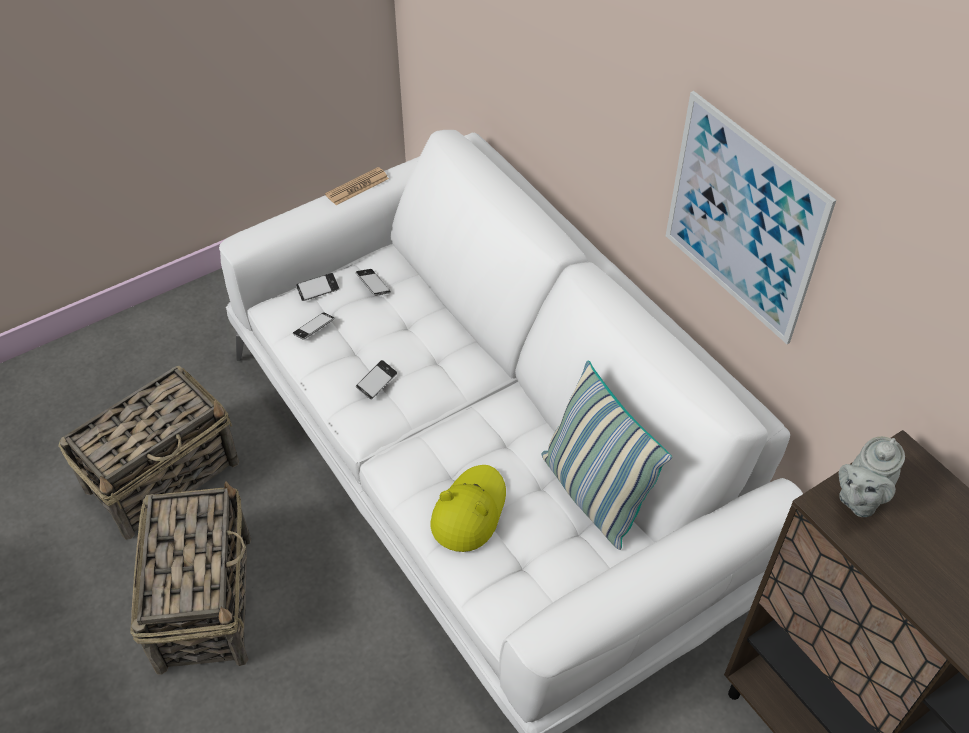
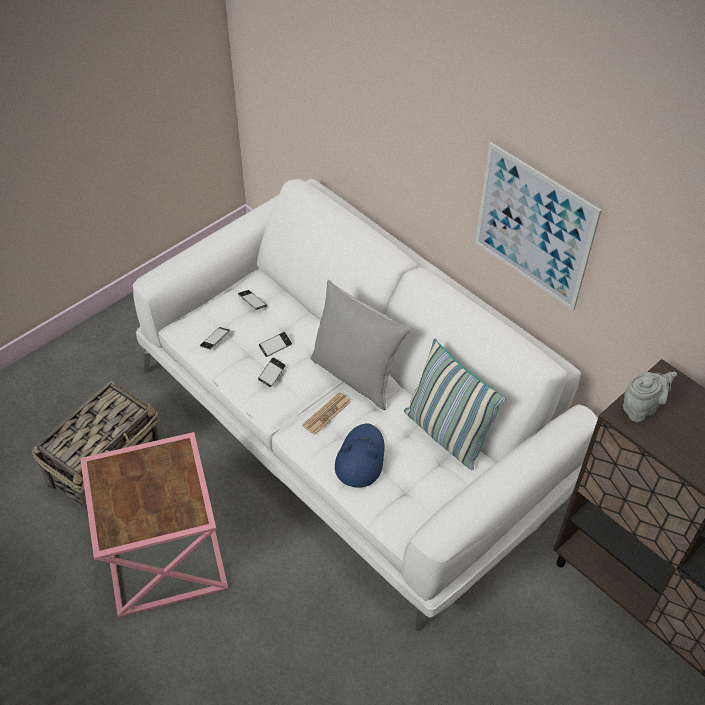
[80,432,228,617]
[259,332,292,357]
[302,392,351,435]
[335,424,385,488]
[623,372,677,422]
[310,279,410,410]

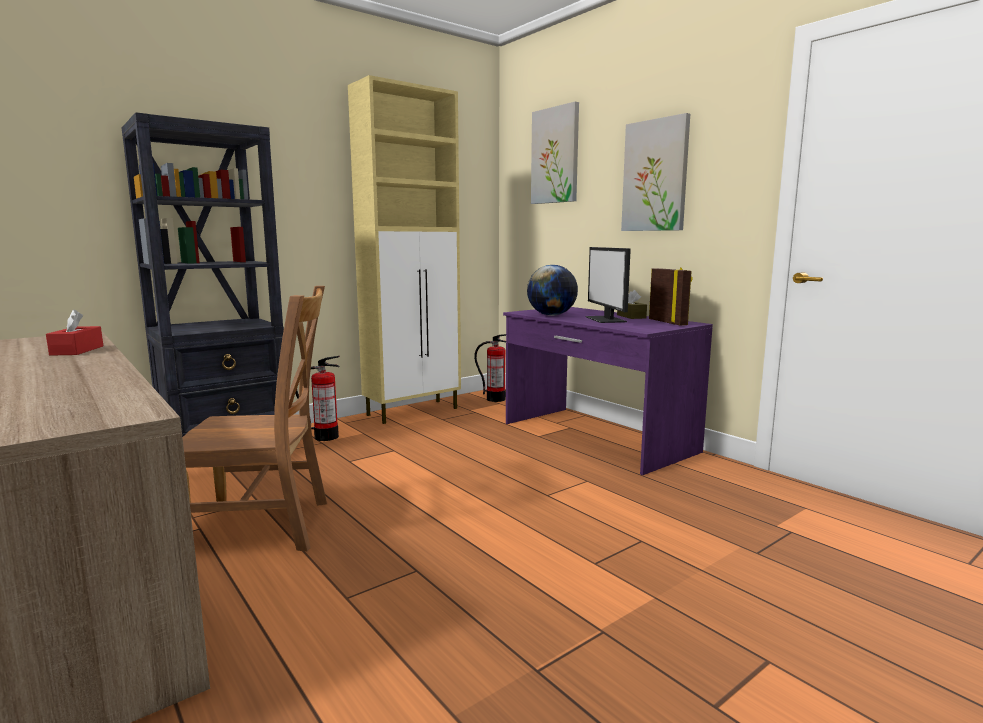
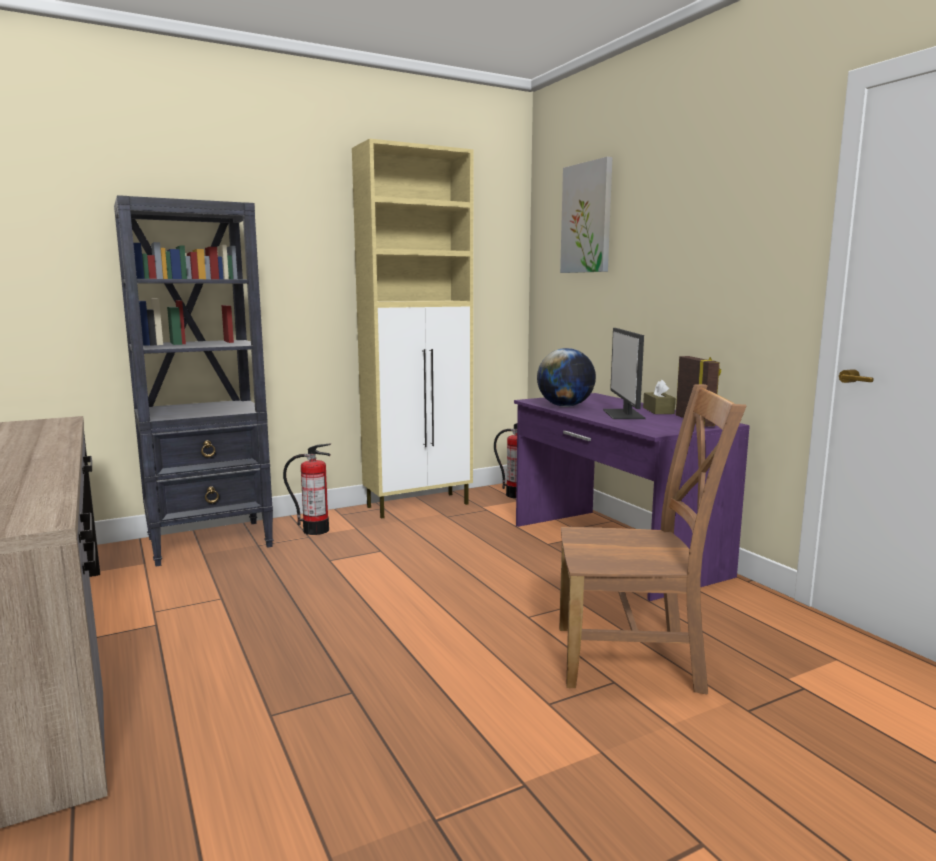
[46,309,103,356] (first image)
[559,384,746,695]
[621,113,690,231] (first image)

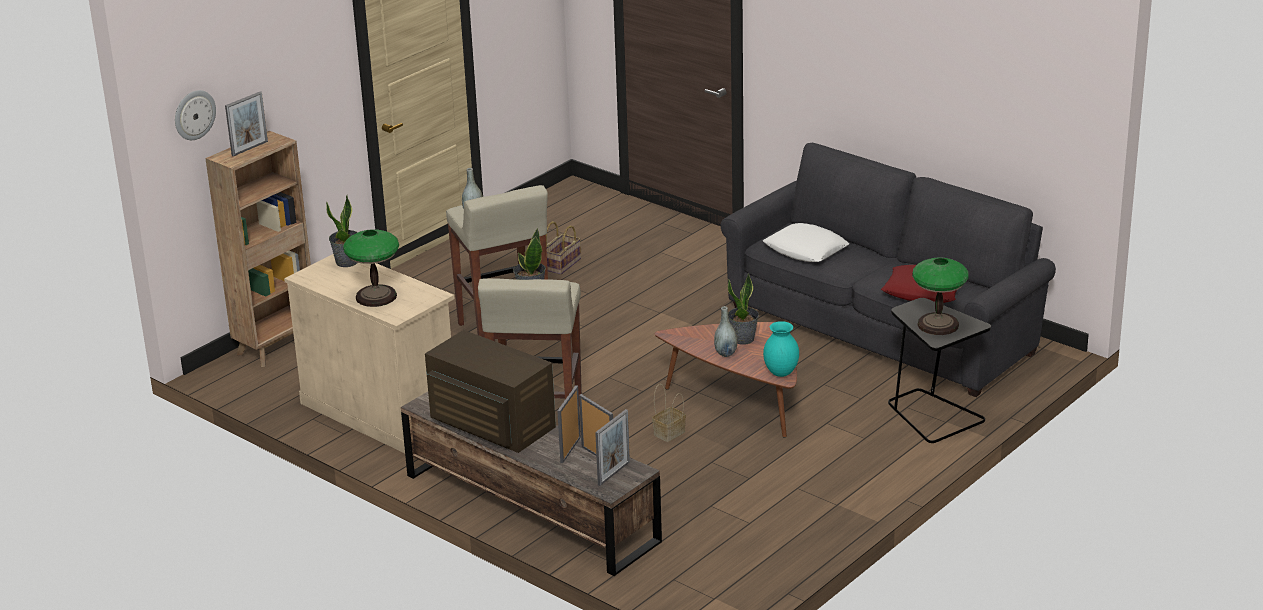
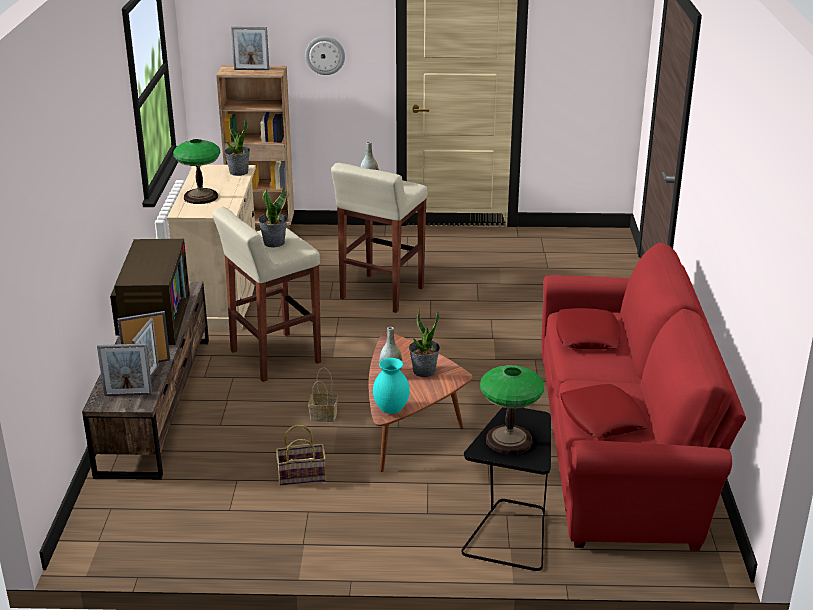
[305,36,345,75]
[276,425,326,485]
[541,243,746,551]
[556,308,621,349]

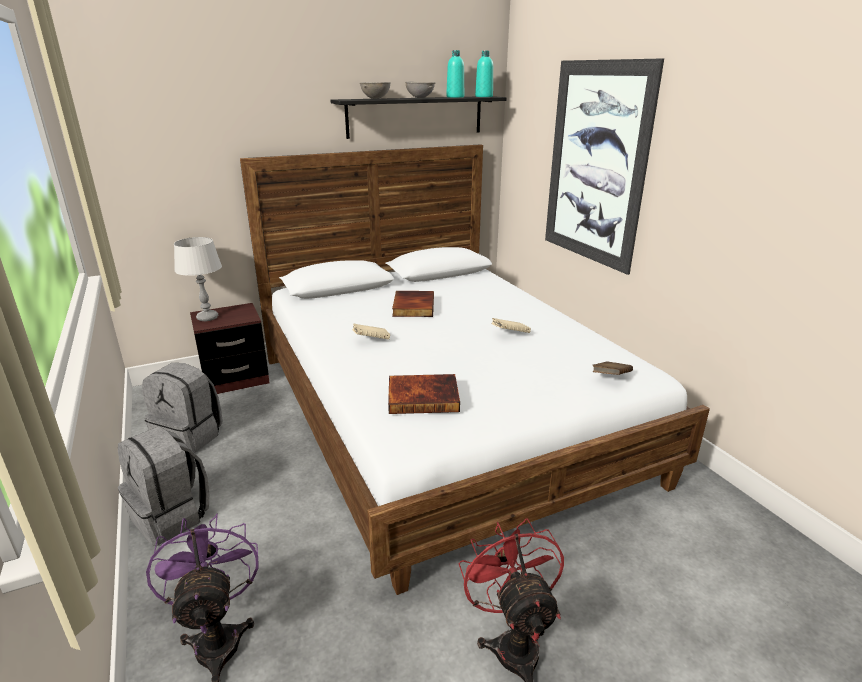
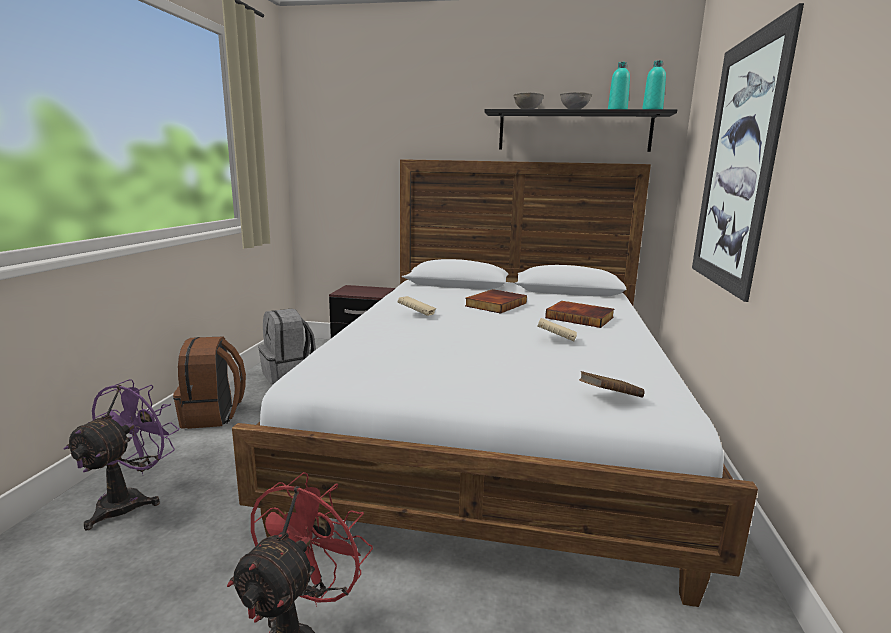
[173,336,246,429]
[174,237,222,321] (first image)
[545,301,614,328]

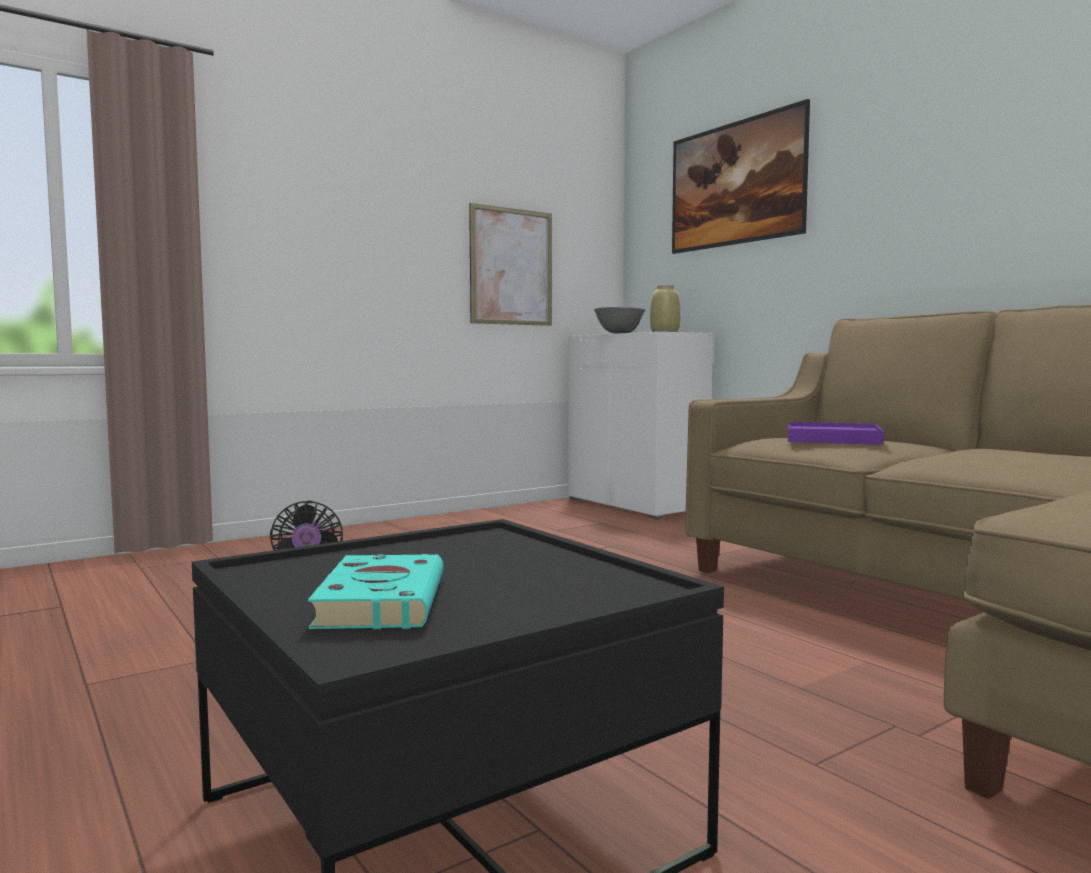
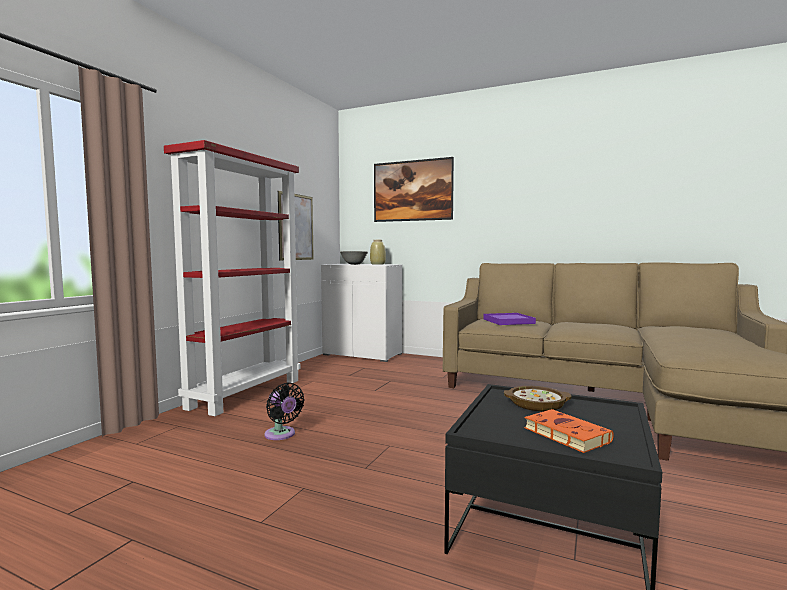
[524,409,614,453]
[164,140,301,416]
[504,386,572,411]

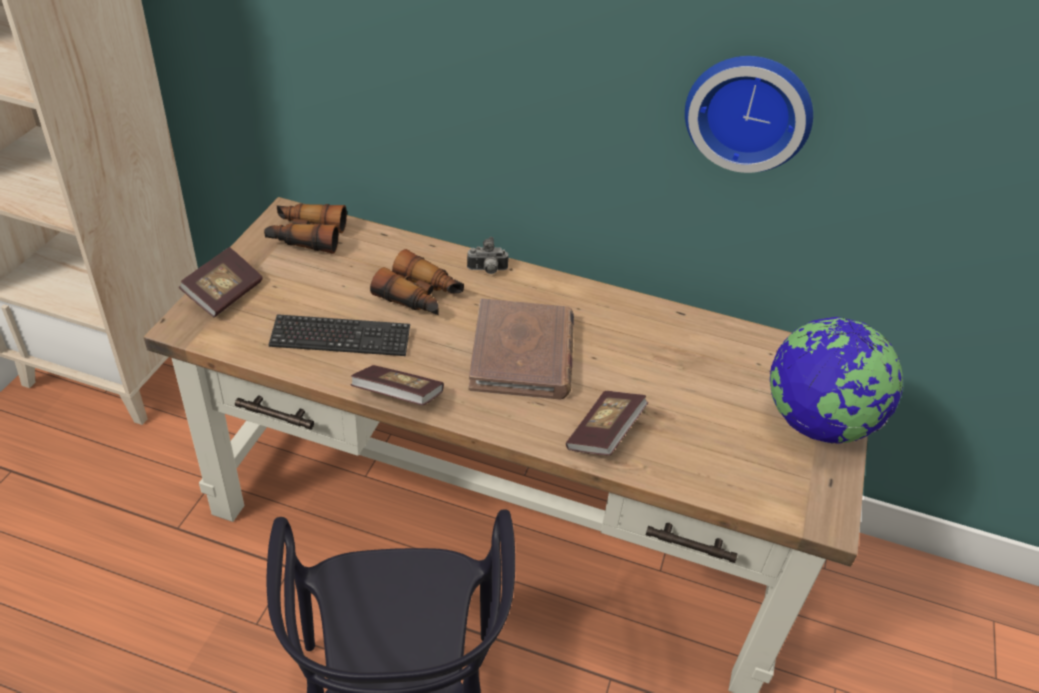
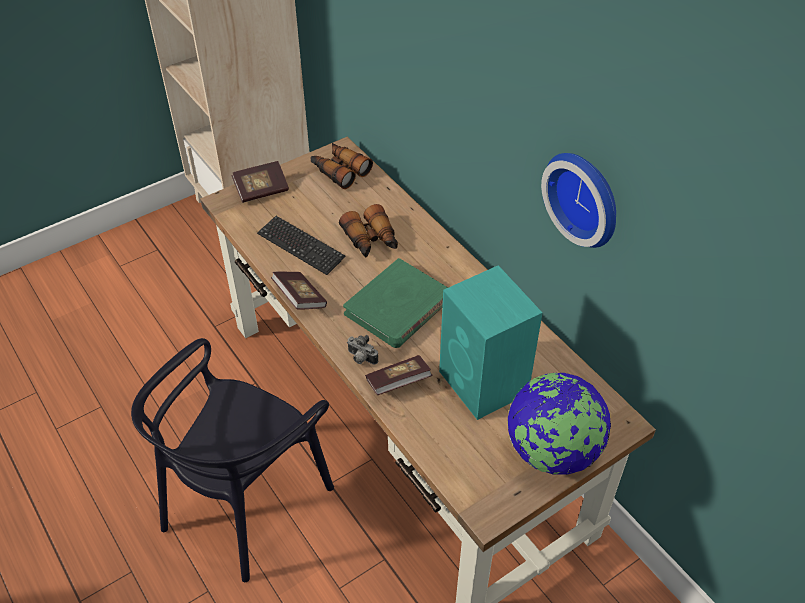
[347,335,378,365]
[343,258,448,348]
[439,265,542,420]

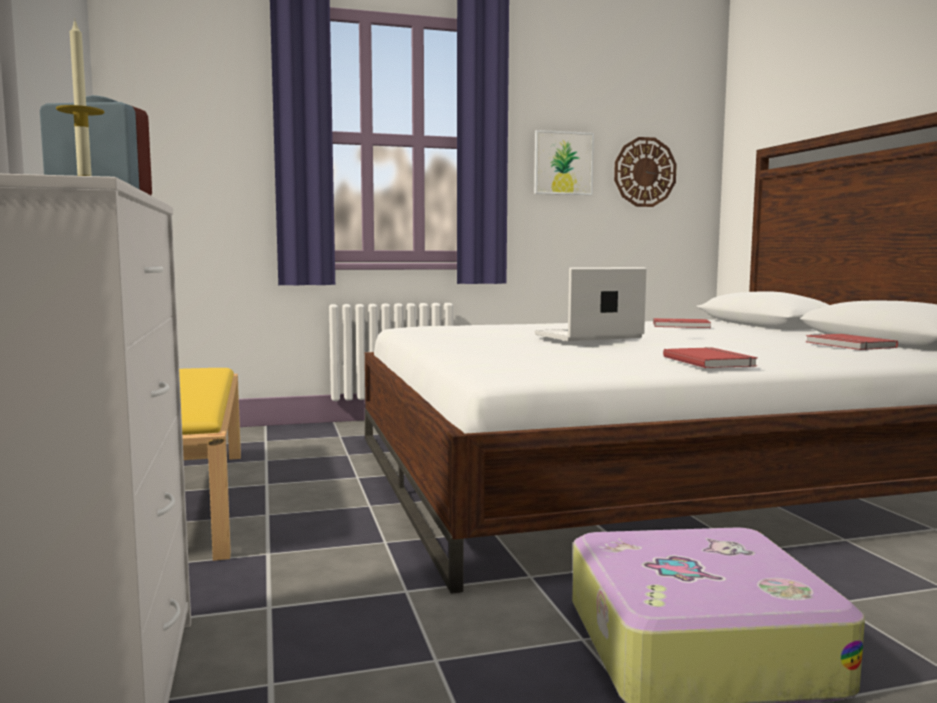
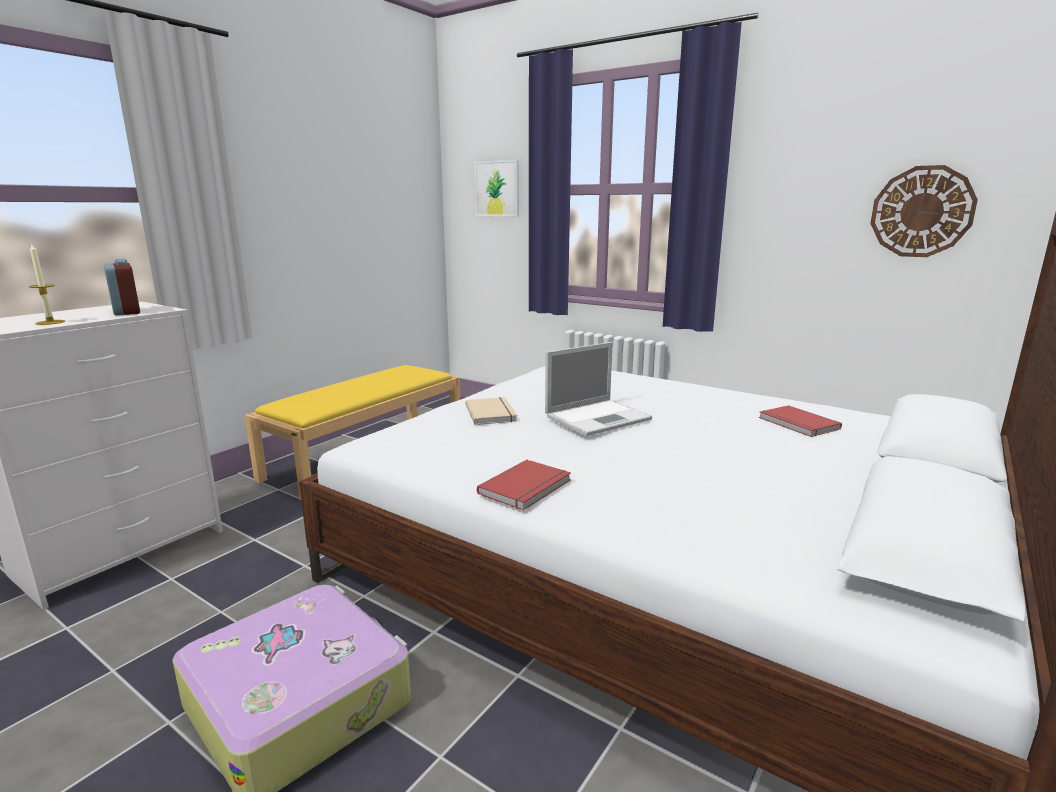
[475,160,519,216]
[545,342,652,436]
[806,334,898,350] (first image)
[465,397,517,425]

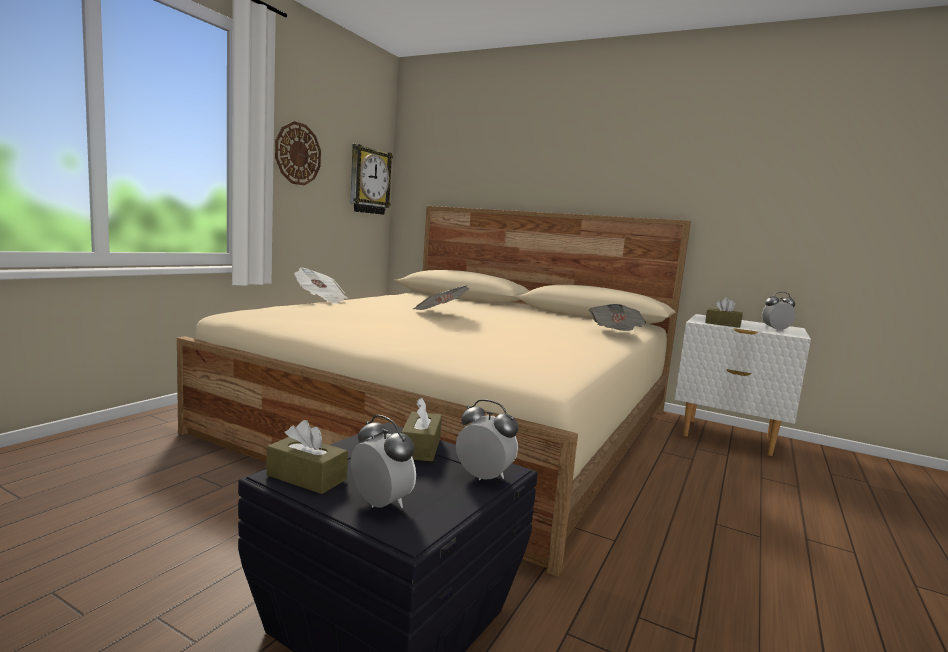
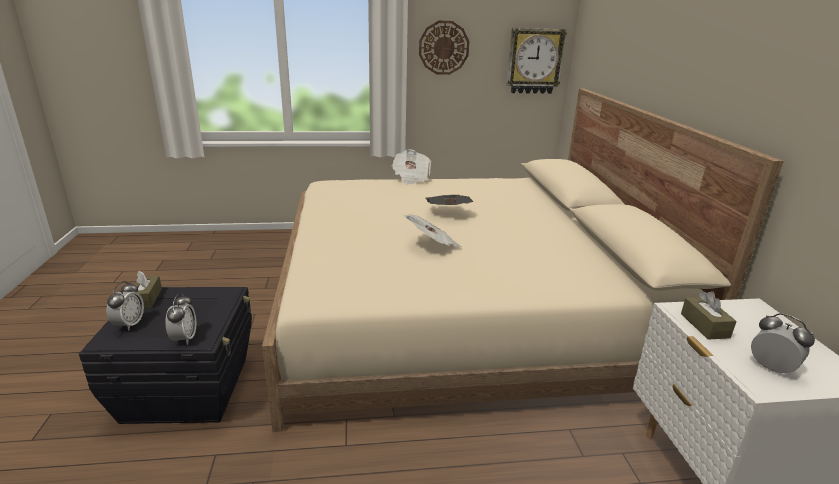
[401,397,442,462] (first image)
[403,214,463,247]

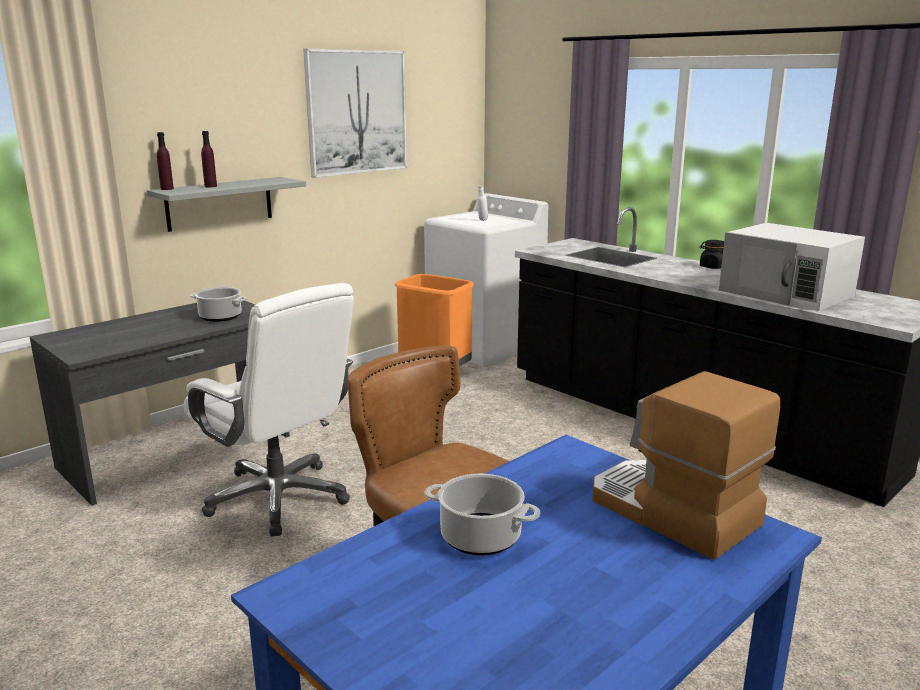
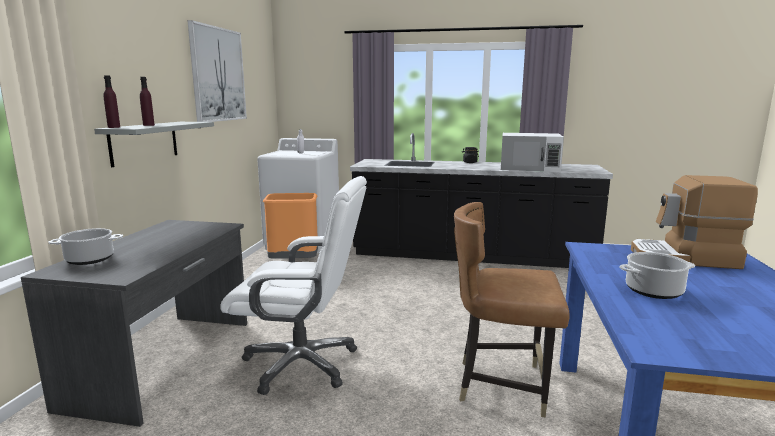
[48,228,123,265]

